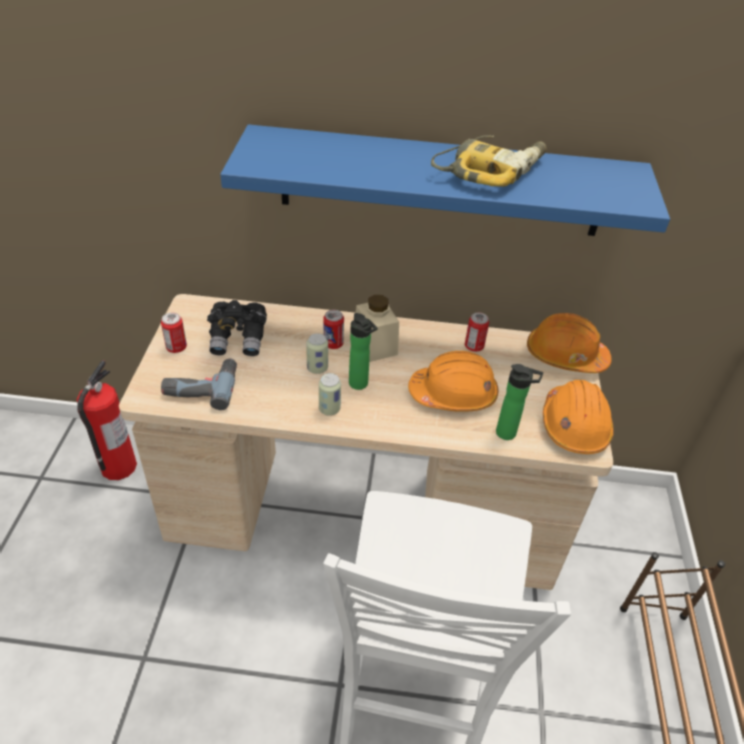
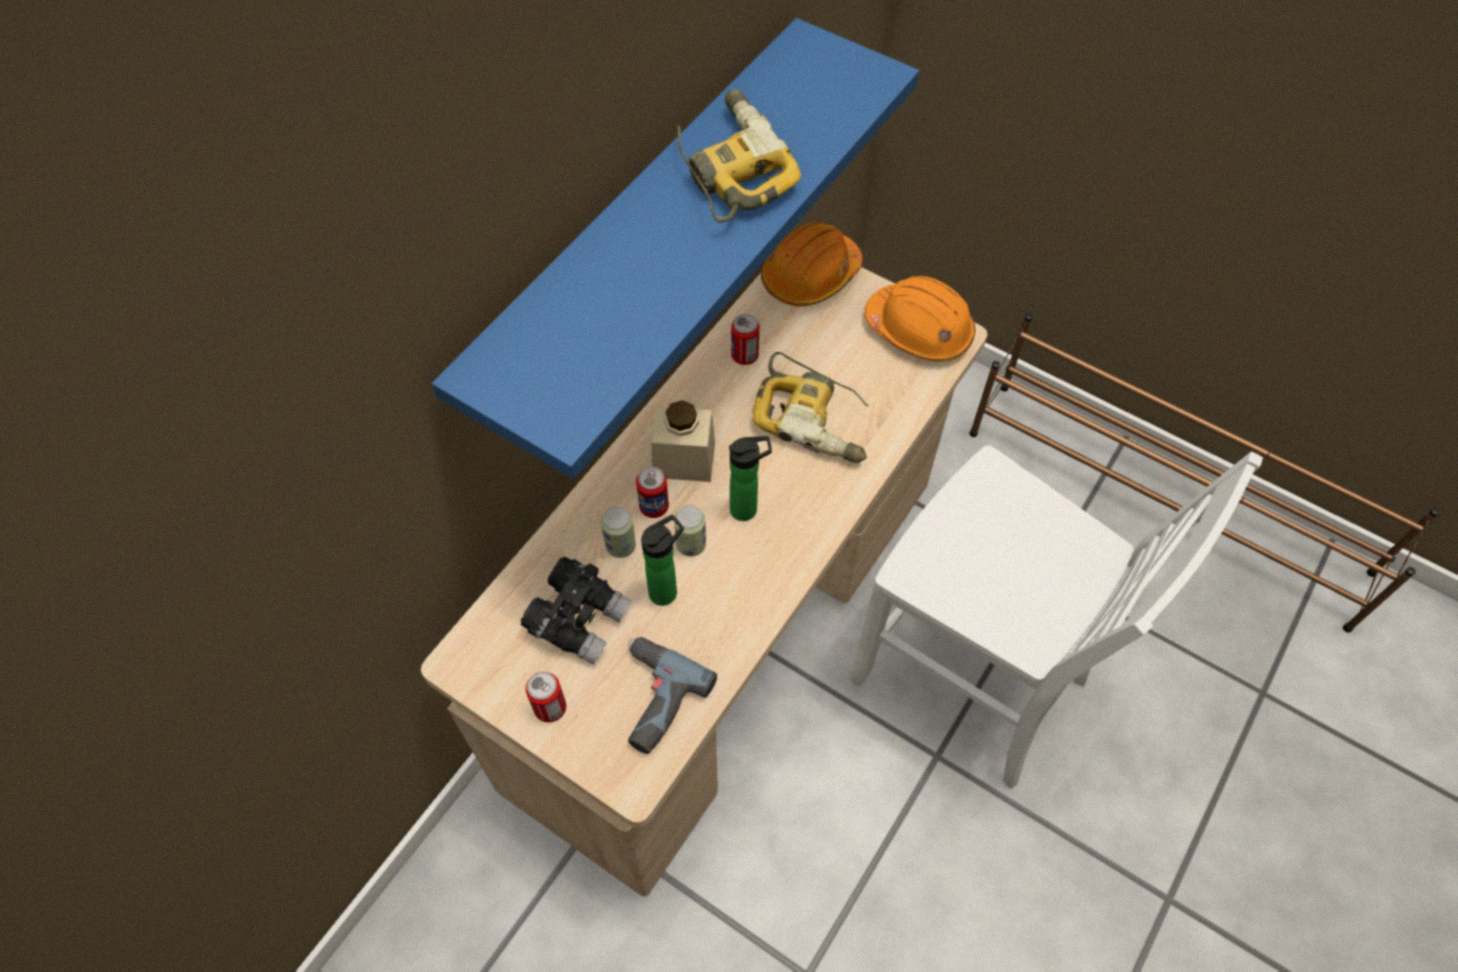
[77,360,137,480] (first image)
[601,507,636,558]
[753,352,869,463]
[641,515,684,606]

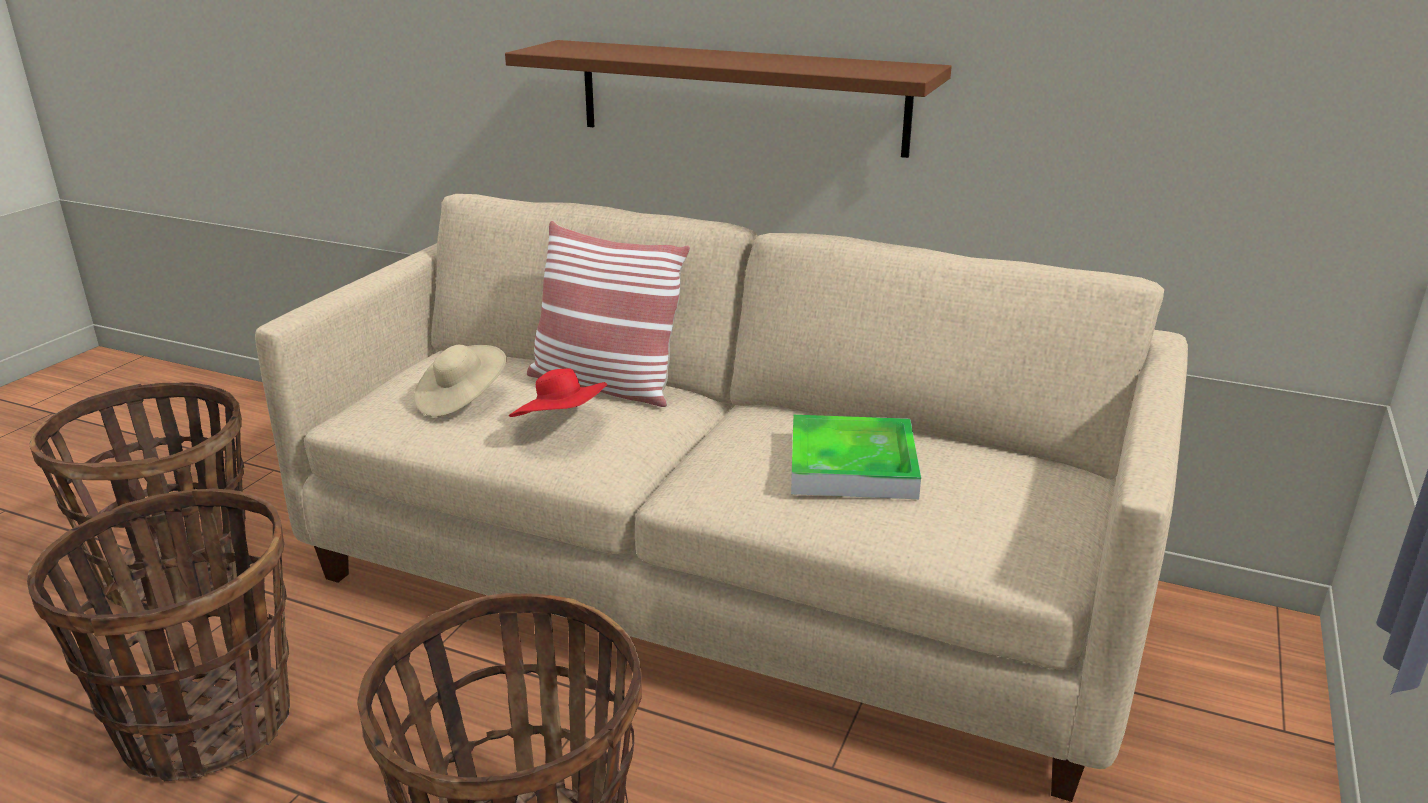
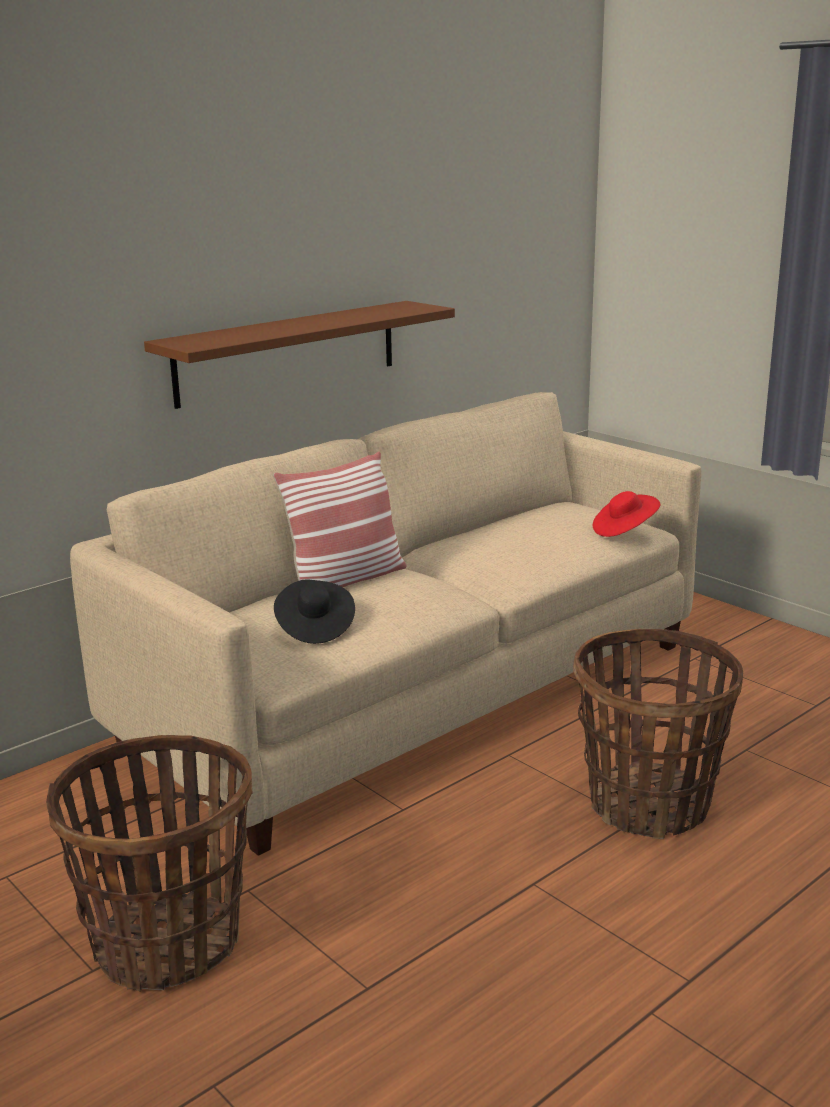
[27,488,290,781] (first image)
[274,579,355,644]
[593,491,661,537]
[791,415,921,499] (first image)

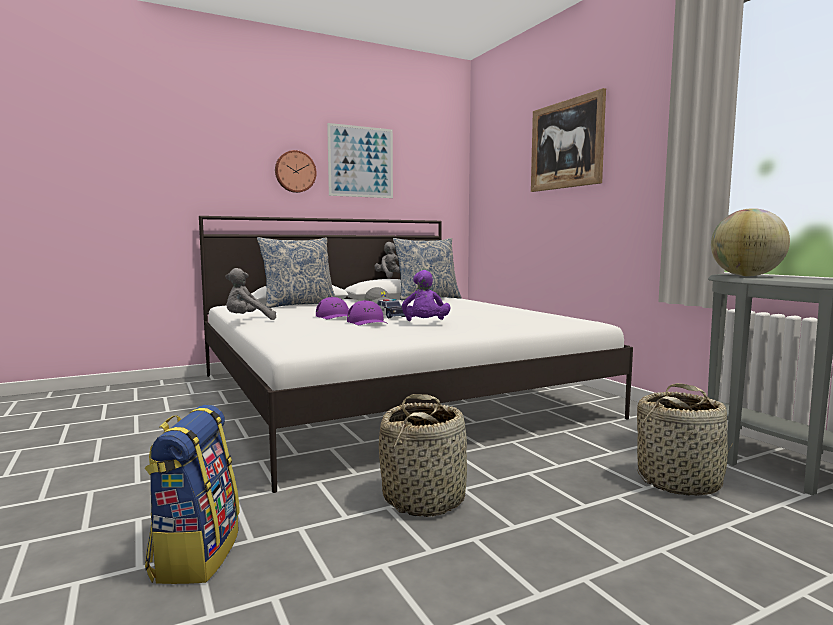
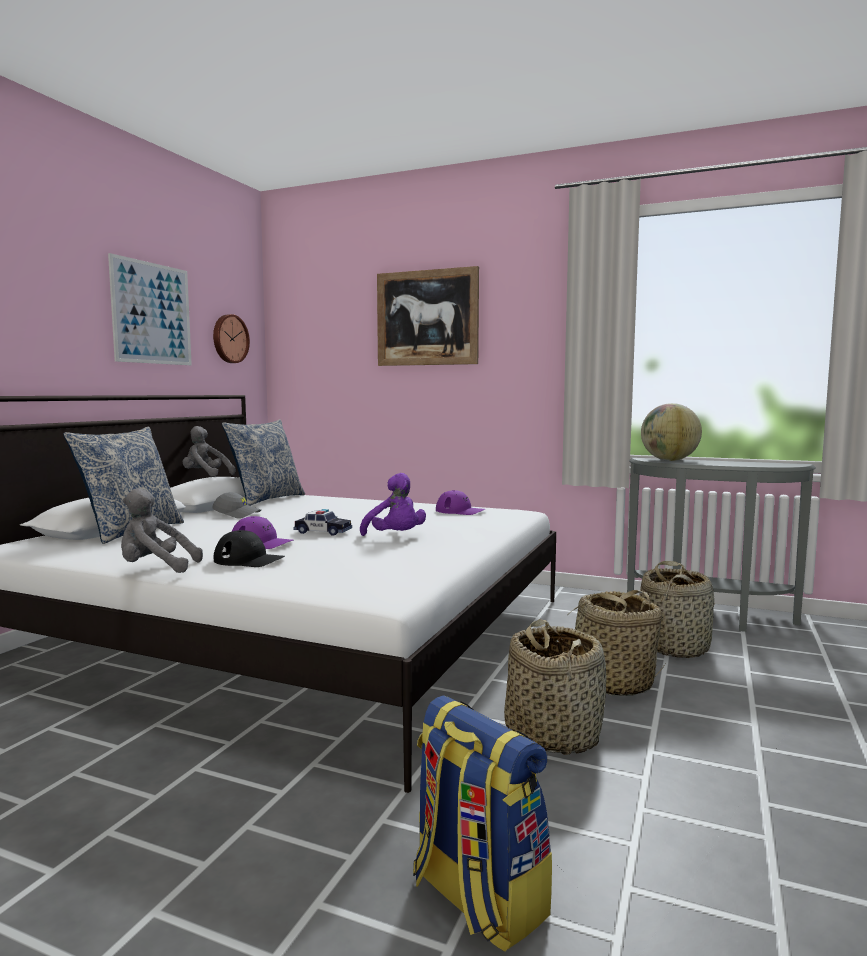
[121,488,203,573]
[213,314,250,363]
[436,490,485,515]
[214,530,285,567]
[569,590,665,696]

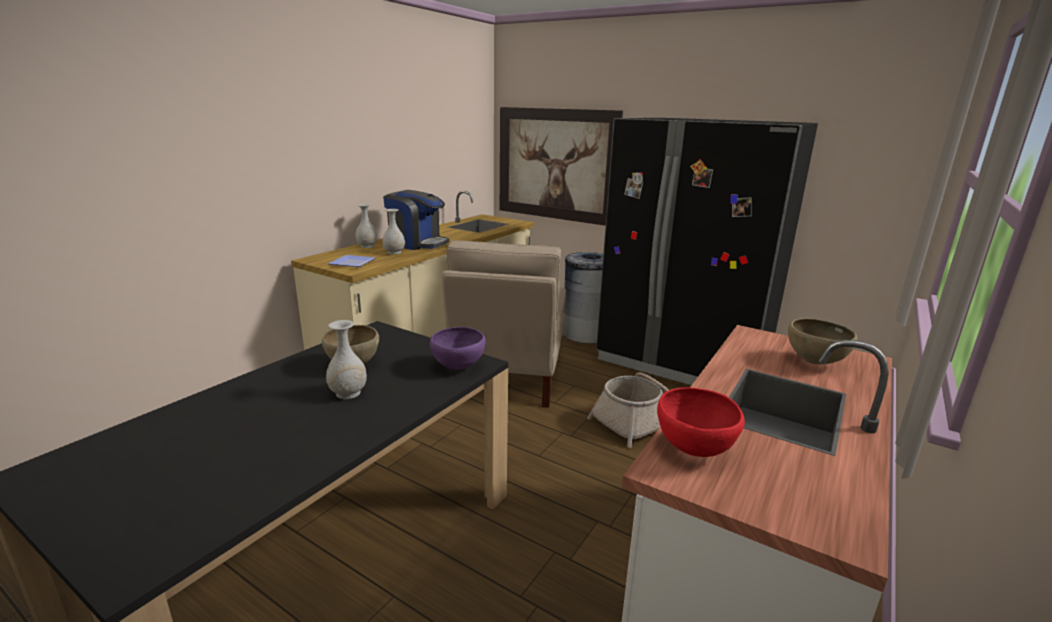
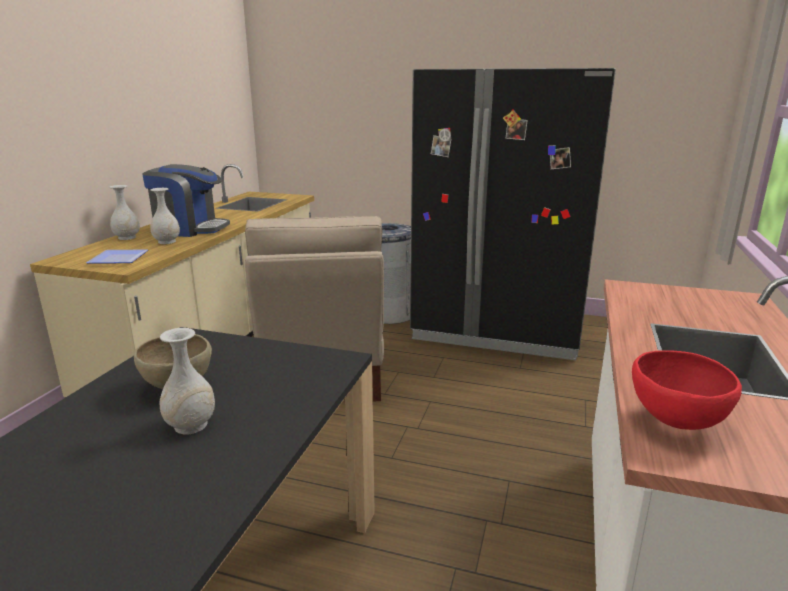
[430,327,486,370] (first image)
[500,107,623,226] (first image)
[587,372,669,448] (first image)
[788,318,857,364] (first image)

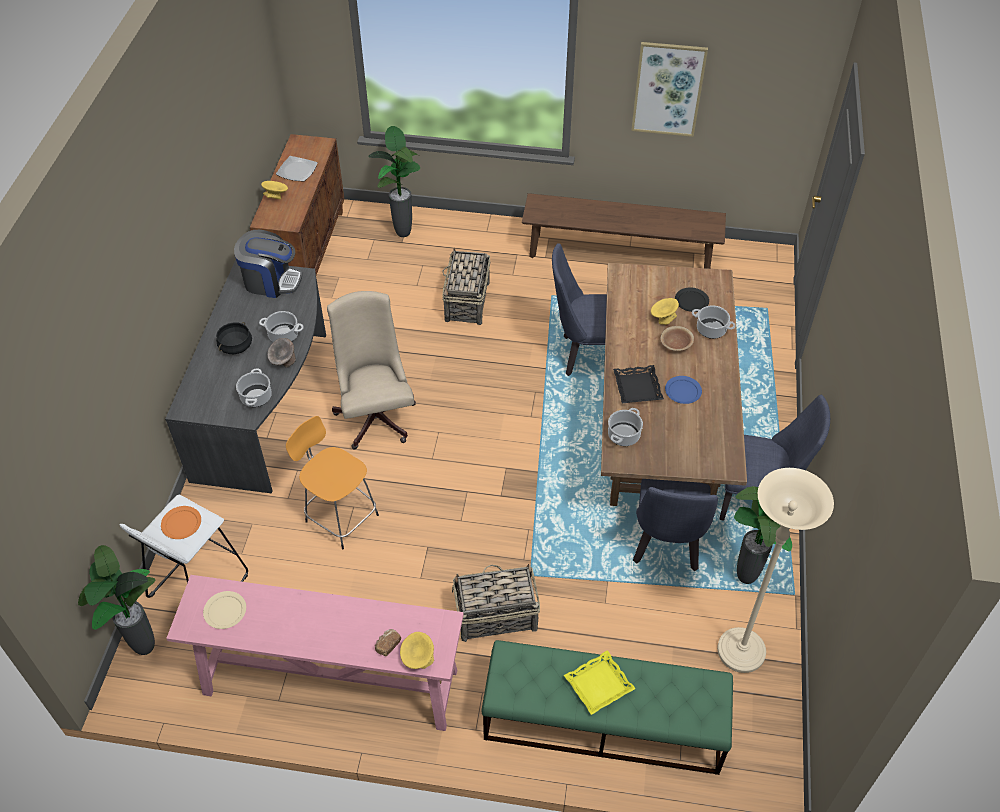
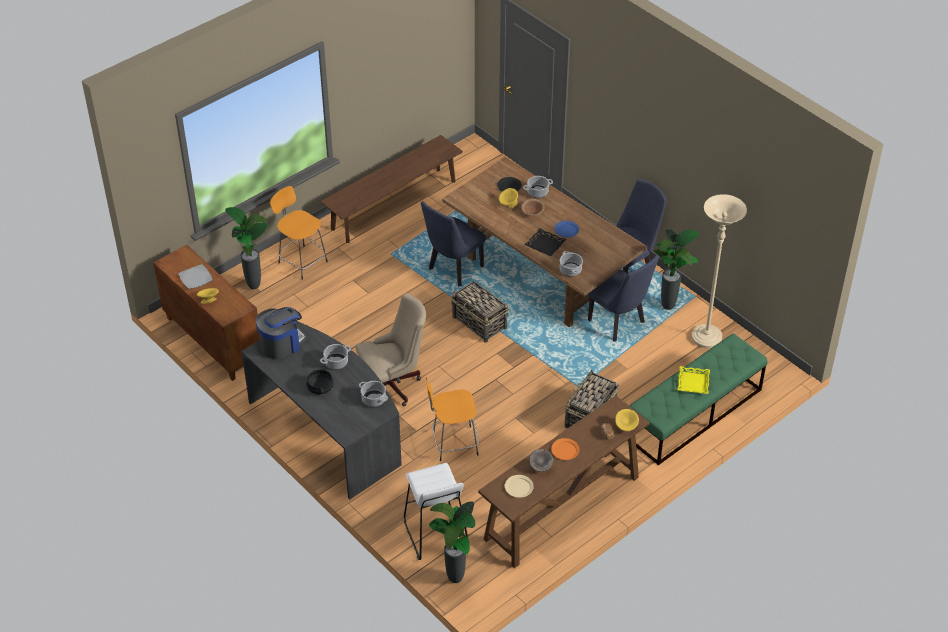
[551,438,580,460]
[478,396,650,568]
[529,449,553,472]
[356,293,426,406]
[451,281,508,343]
[631,42,708,137] (first image)
[270,186,328,280]

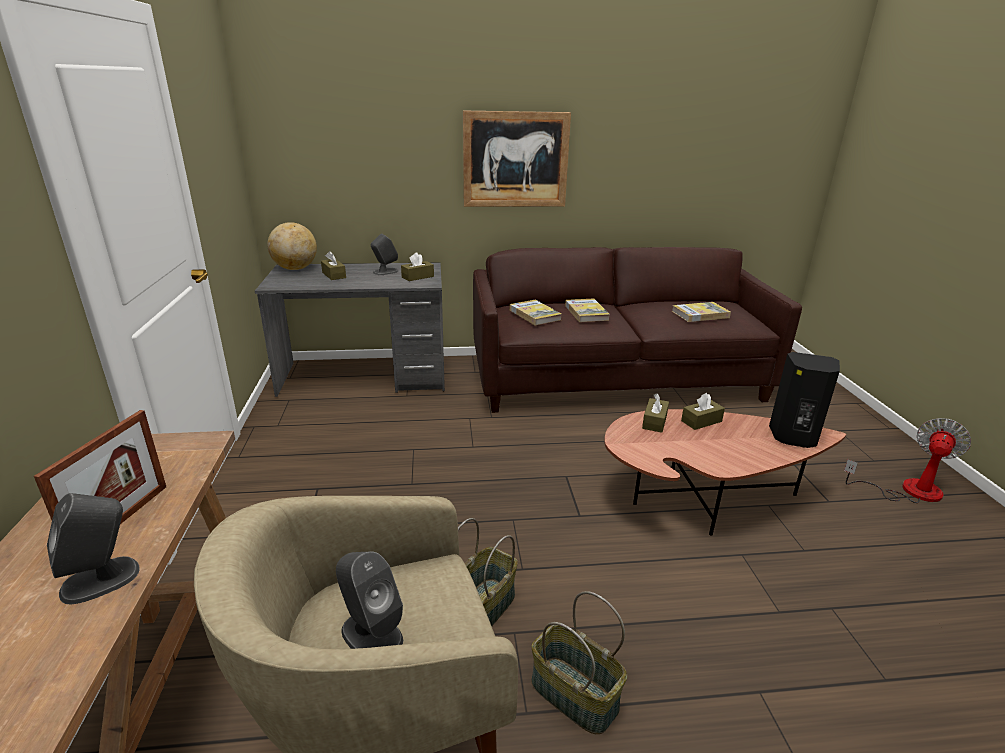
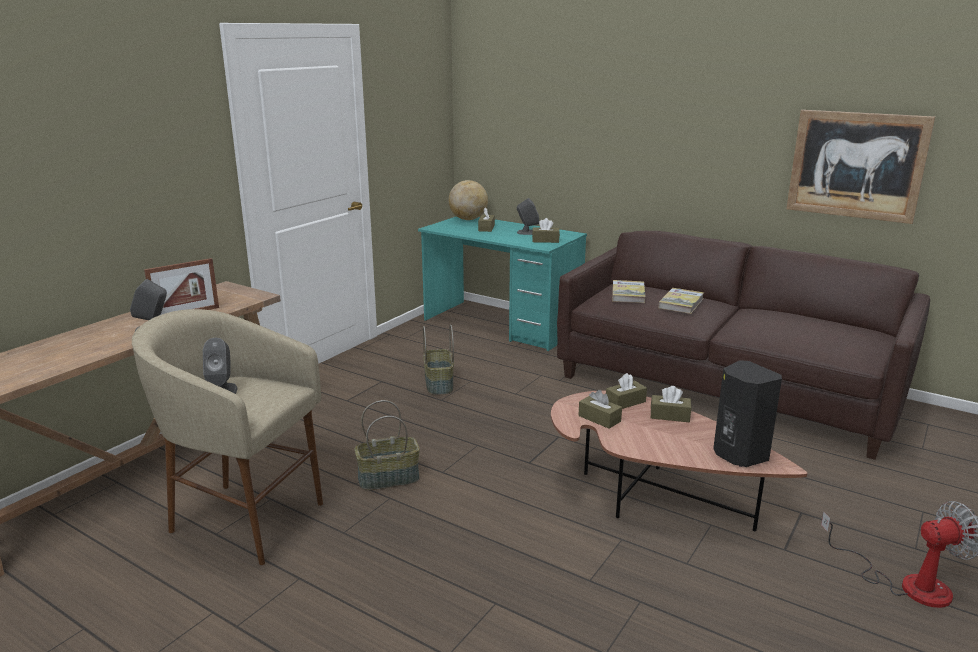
[418,216,587,351]
[786,110,935,224]
[423,324,454,395]
[672,302,731,322] (first image)
[578,390,622,429]

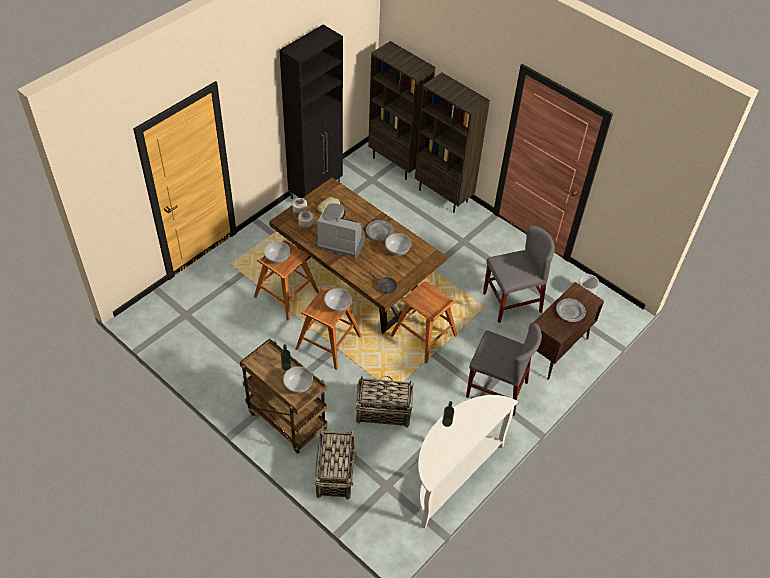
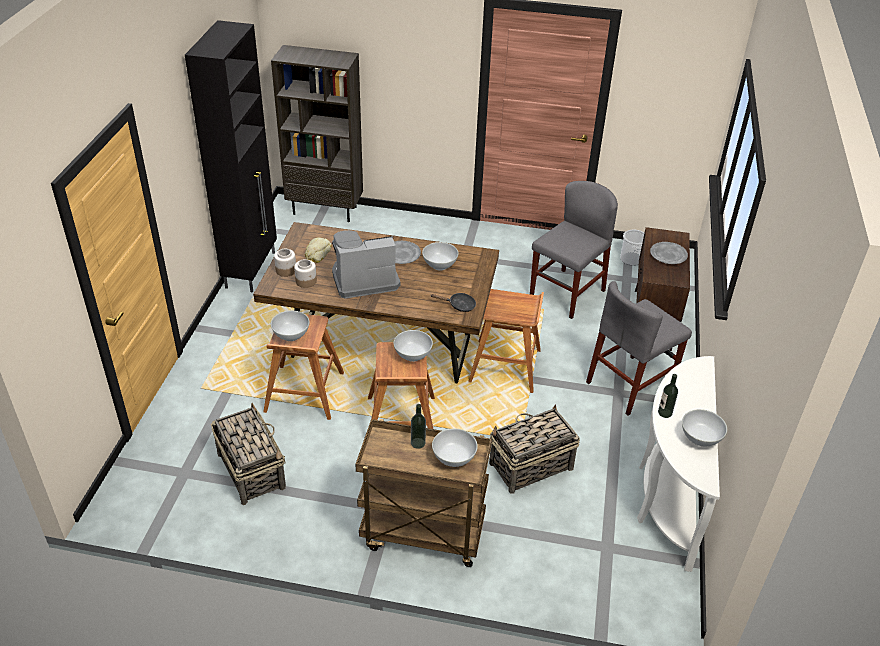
[211,403,286,505]
[415,72,490,213] (first image)
[586,281,692,416]
[682,409,727,446]

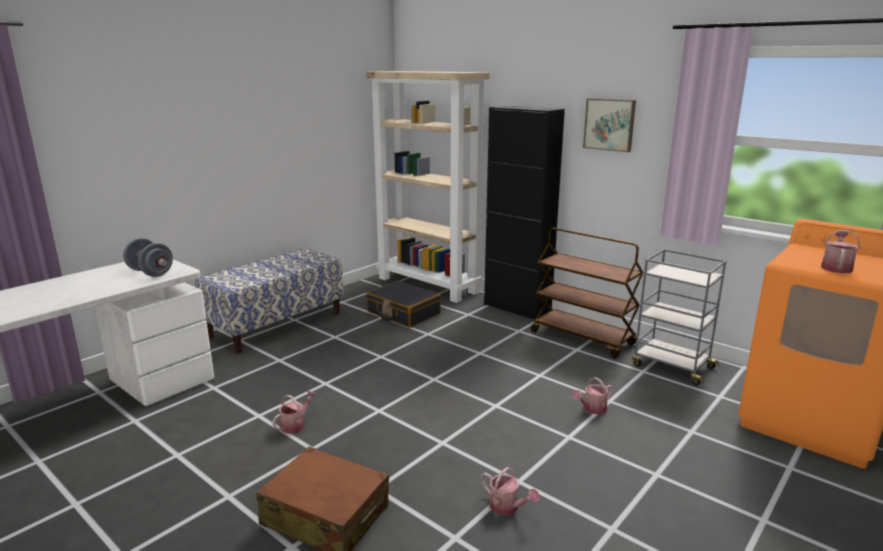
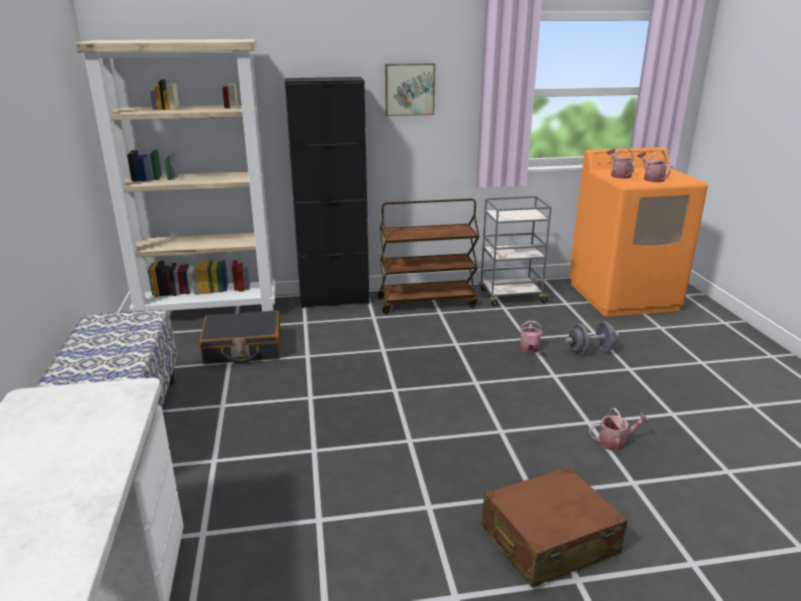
[565,321,619,355]
[607,148,635,179]

